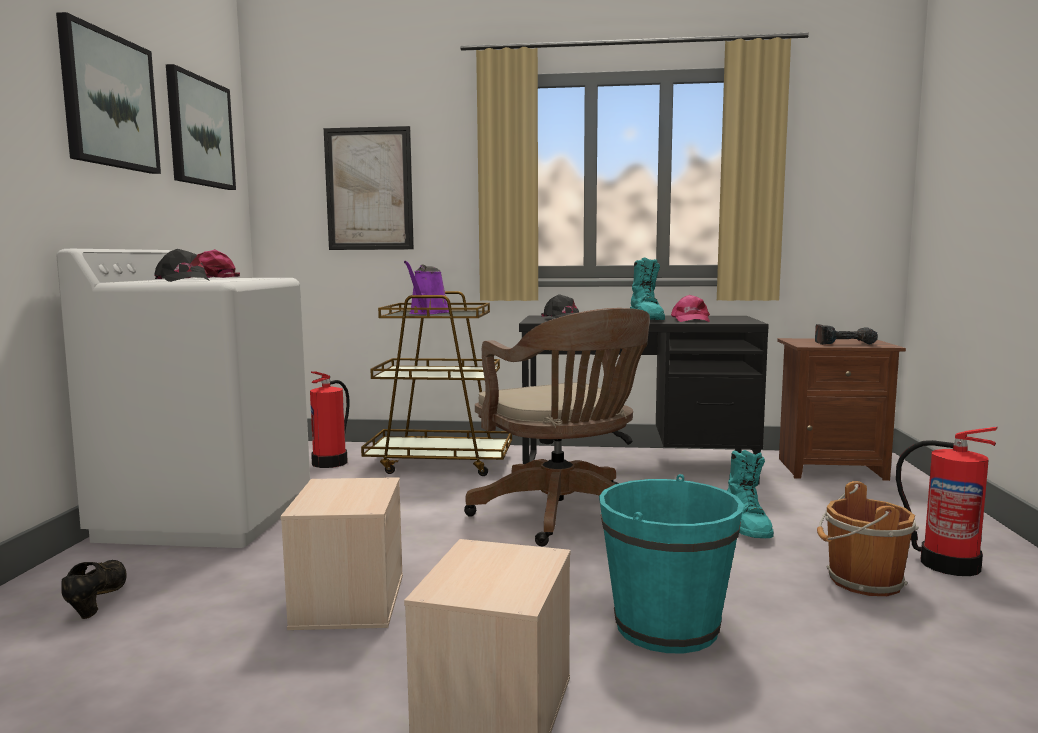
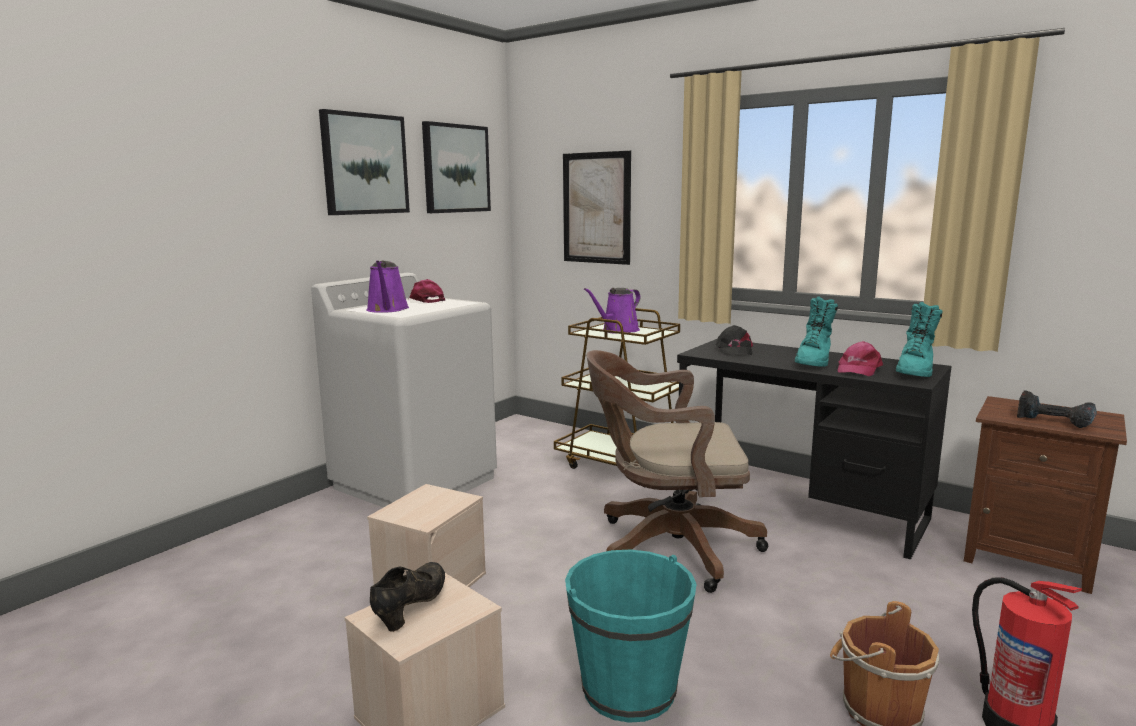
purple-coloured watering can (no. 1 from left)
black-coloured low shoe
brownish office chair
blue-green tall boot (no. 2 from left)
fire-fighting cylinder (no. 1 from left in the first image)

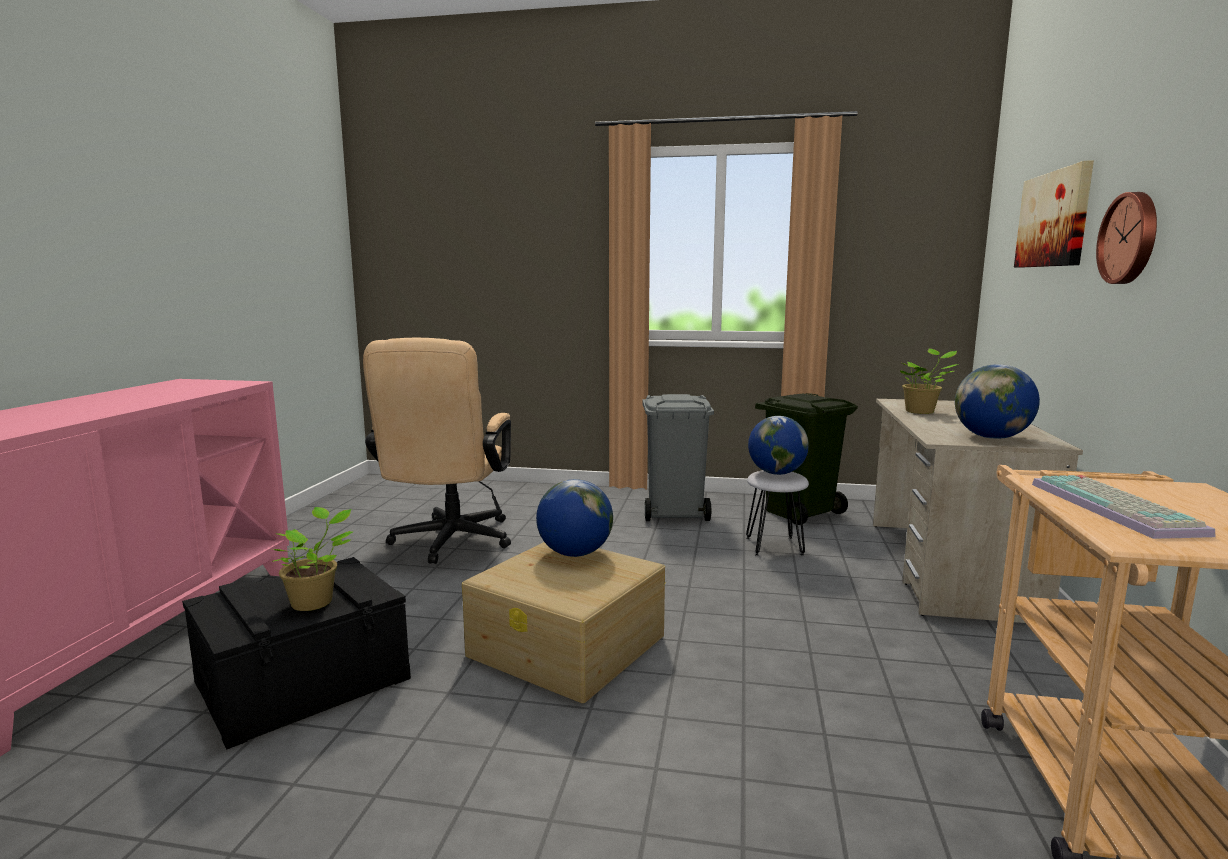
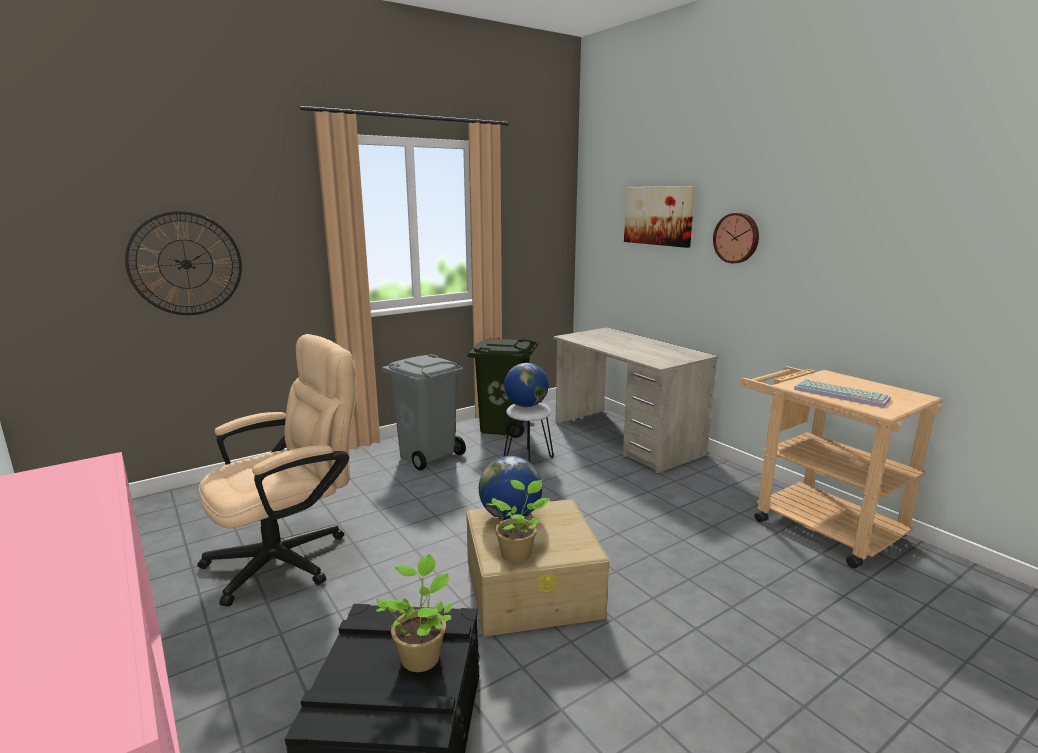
clock on the wall (no. 1 from left)
sand-coloured office chair
plant in a pot (no. 2 from left)
globe (no. 3 from left in the first image)

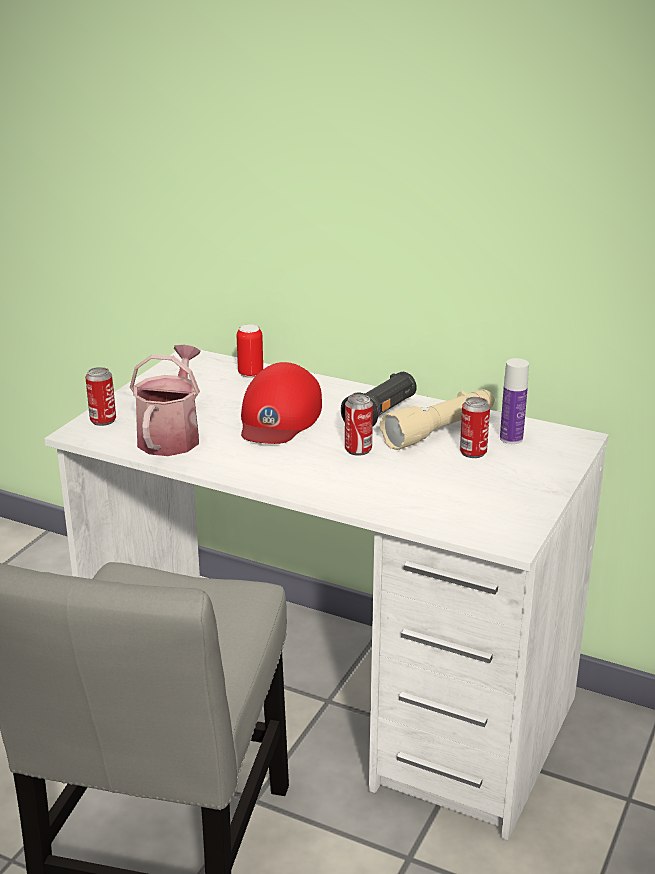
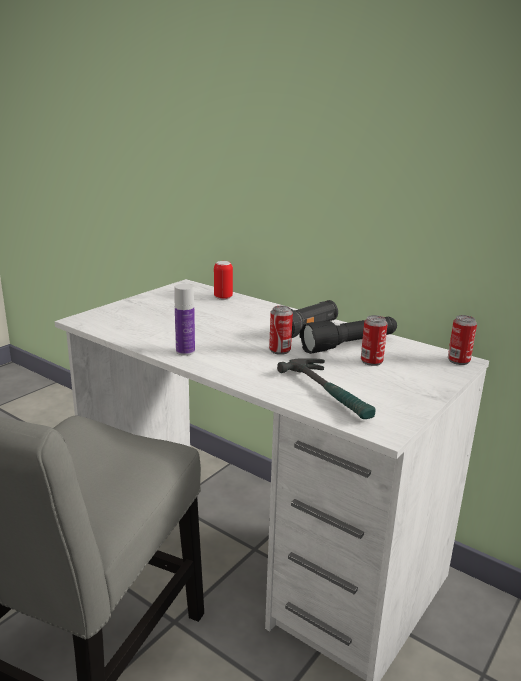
bottle
hand hammer
black-coloured flashlight (no. 2 from left)
metal can (no. 4 from left)
watering can
red-coloured cap

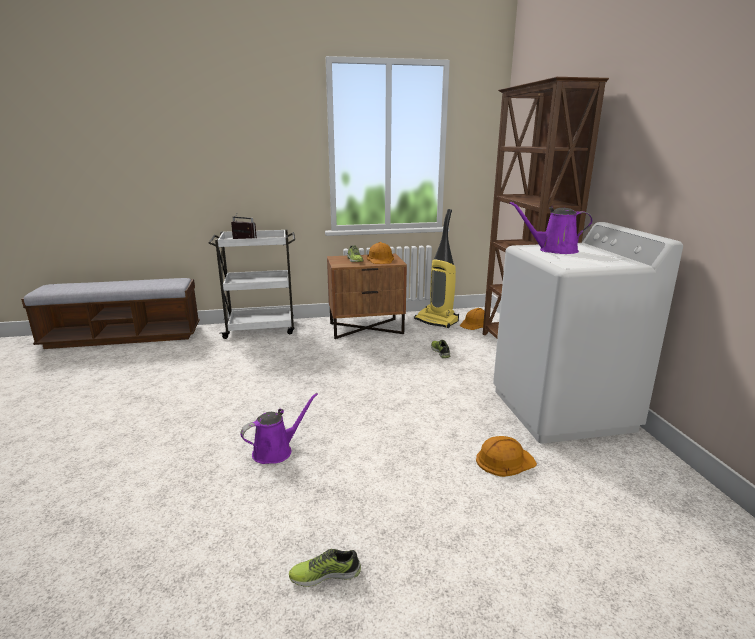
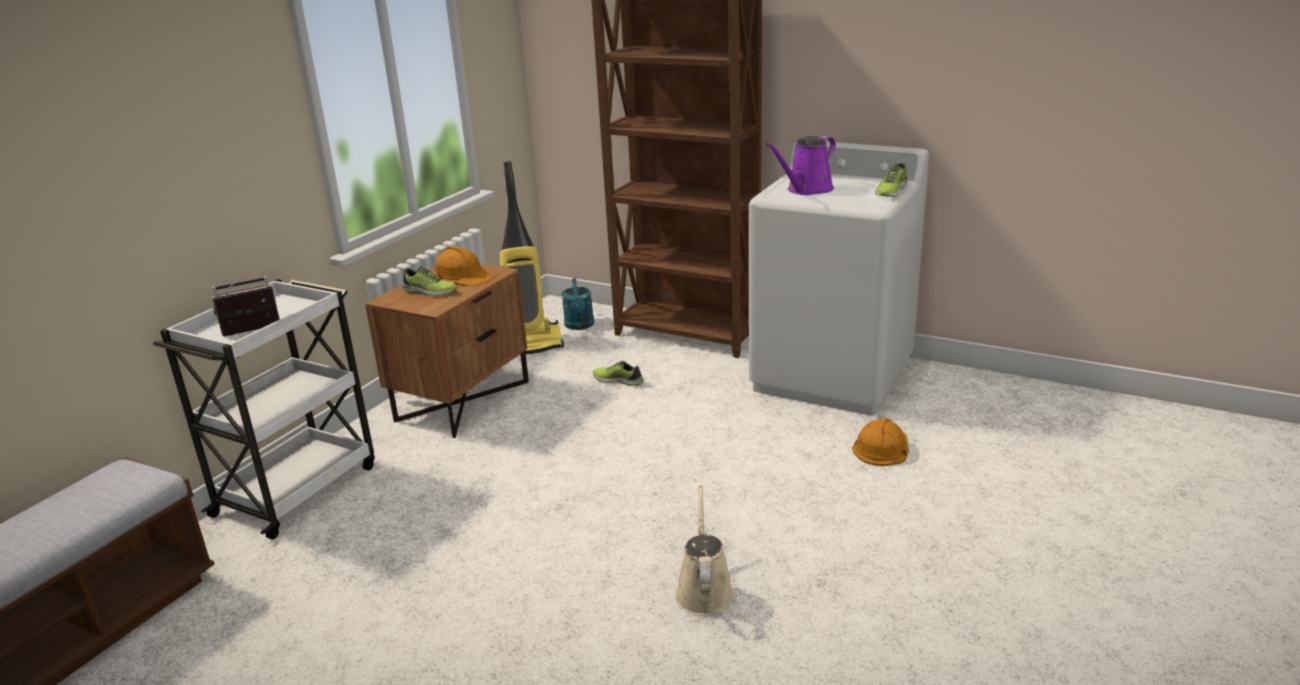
blue-green watering can
sand-coloured watering can
low shoe (no. 3 from left)

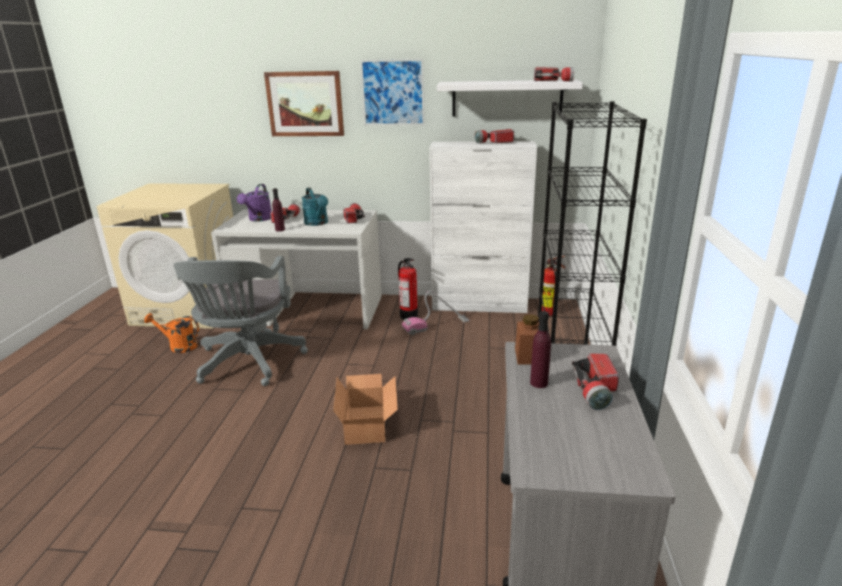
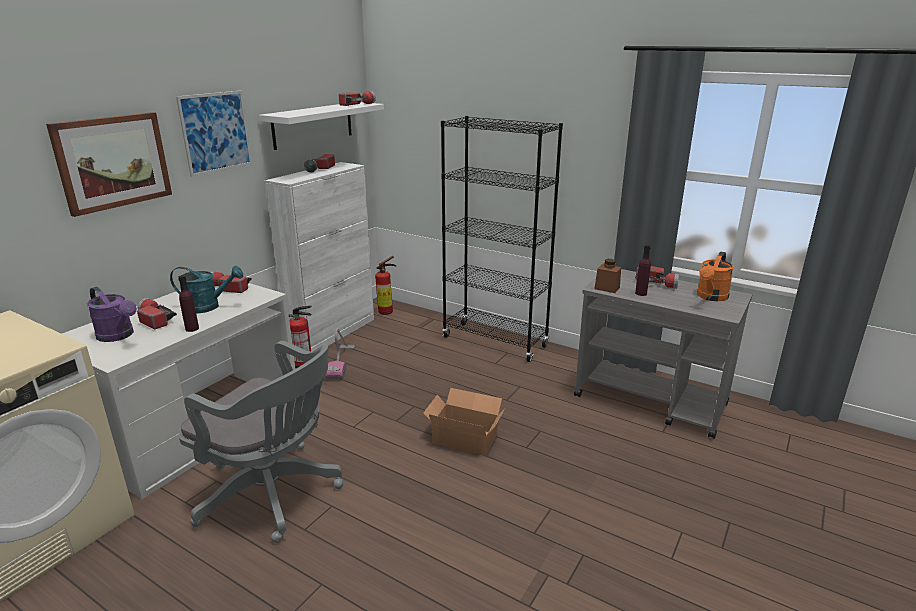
orange-coloured watering can

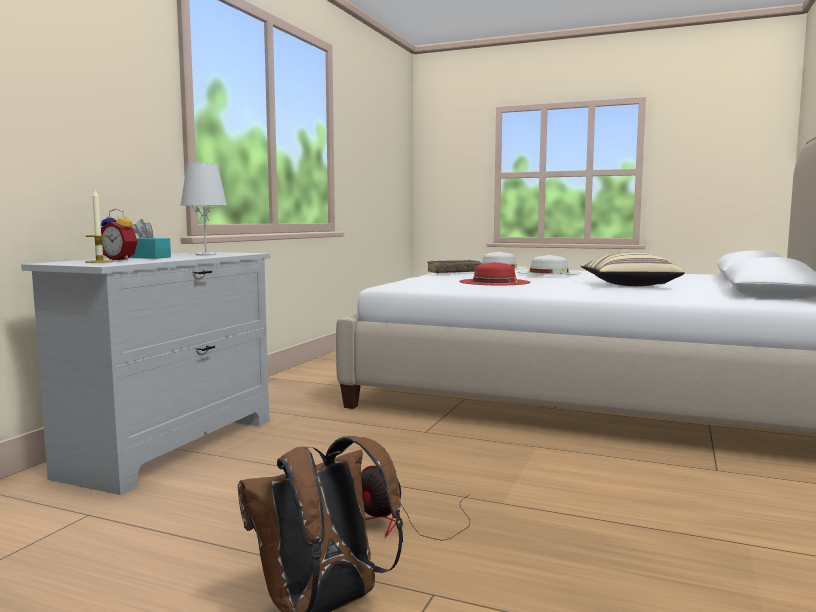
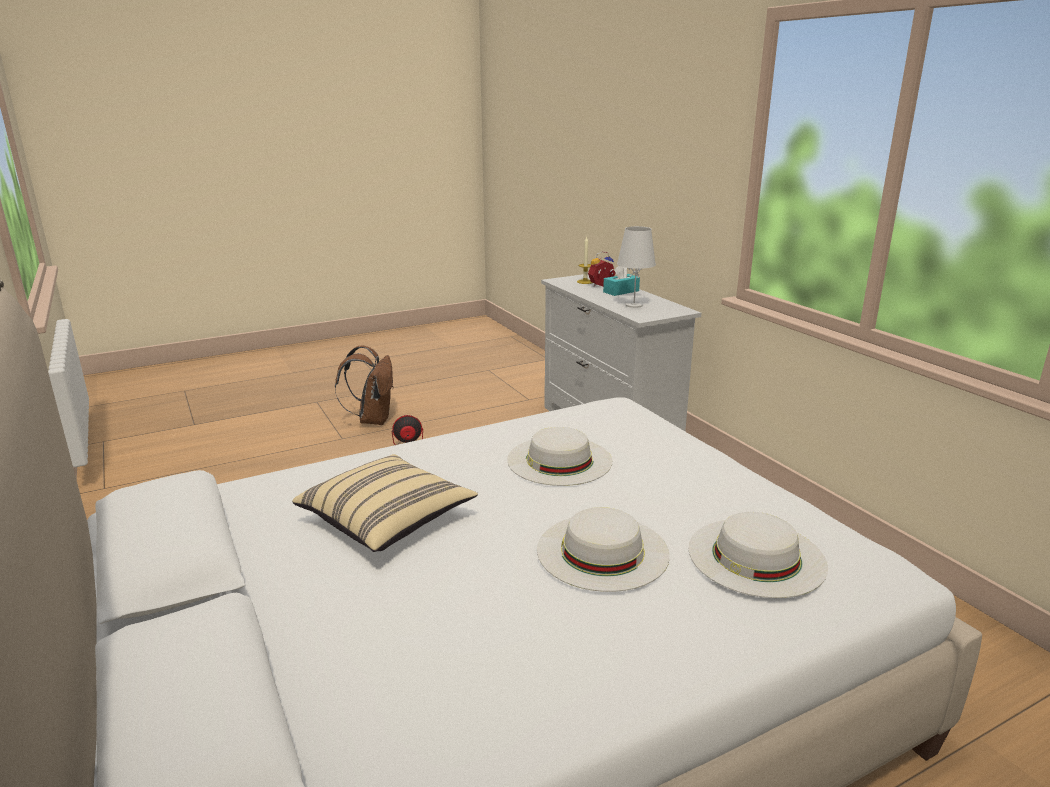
white hat (no. 1 from left)
brownish book

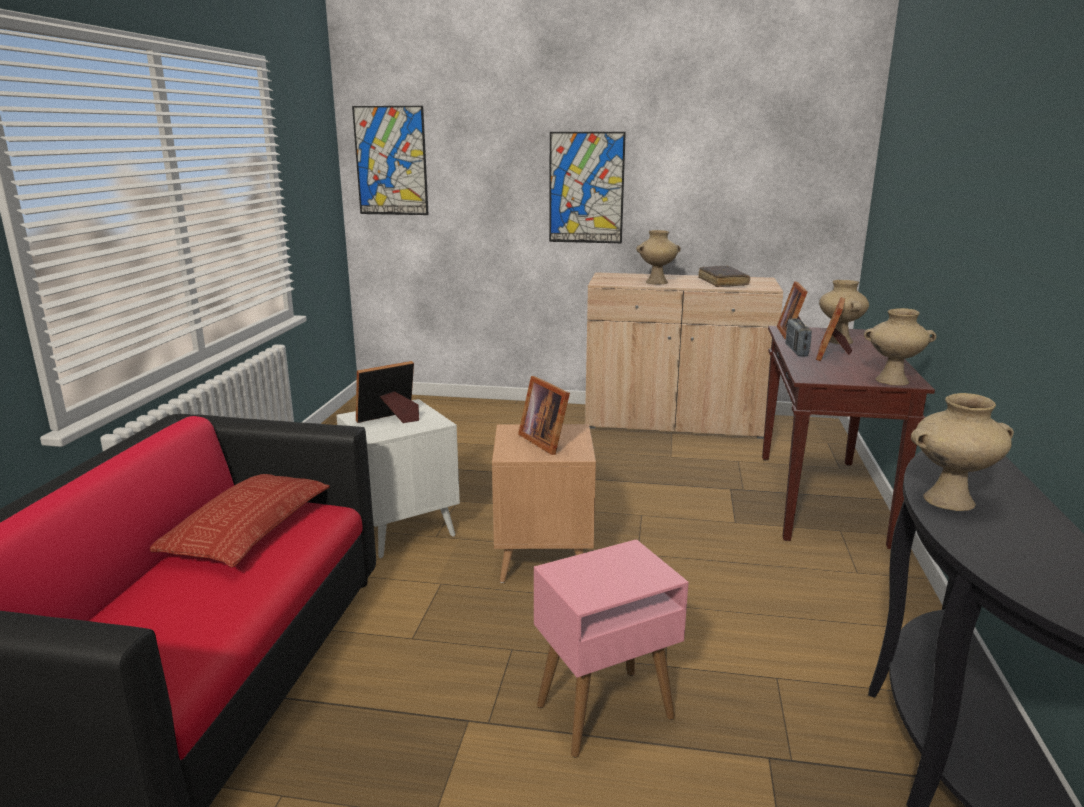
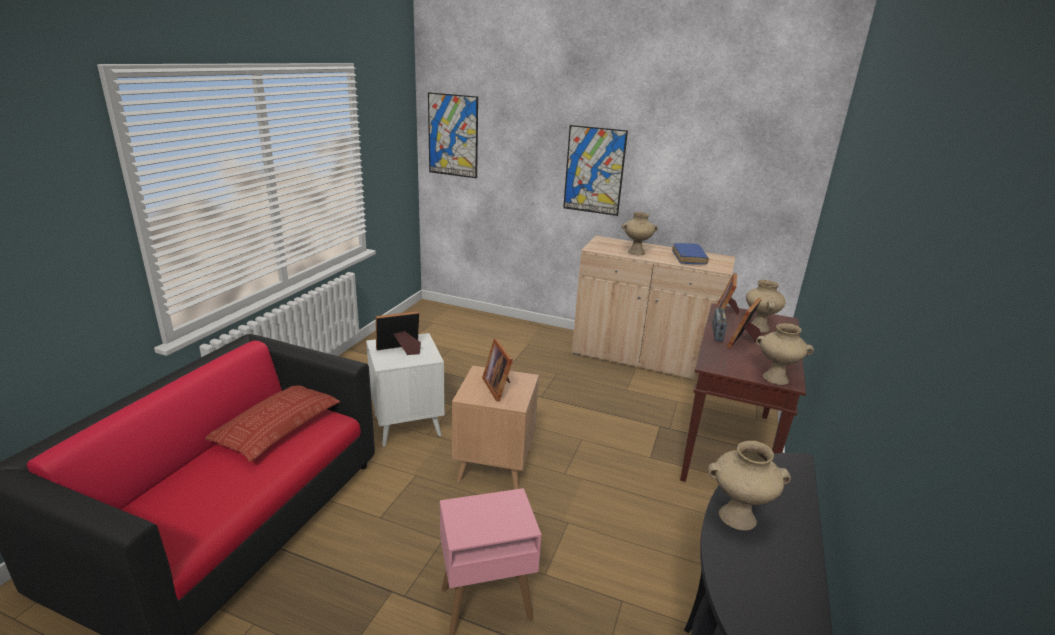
bluish book

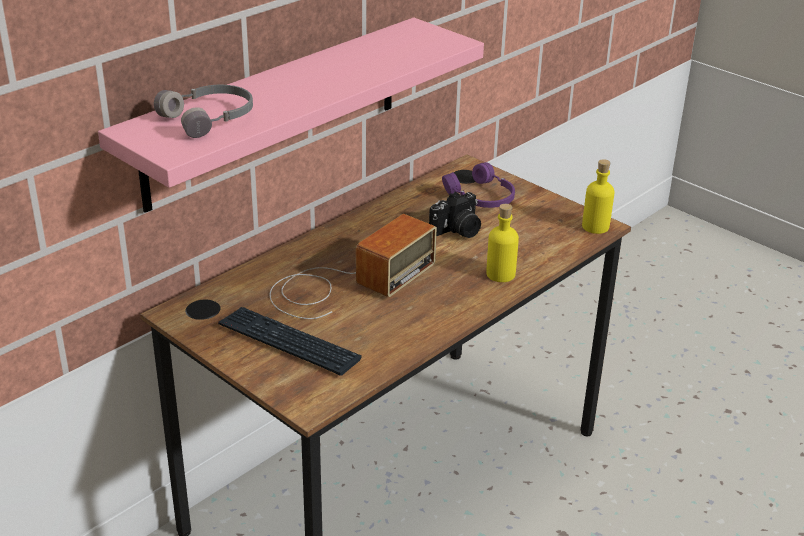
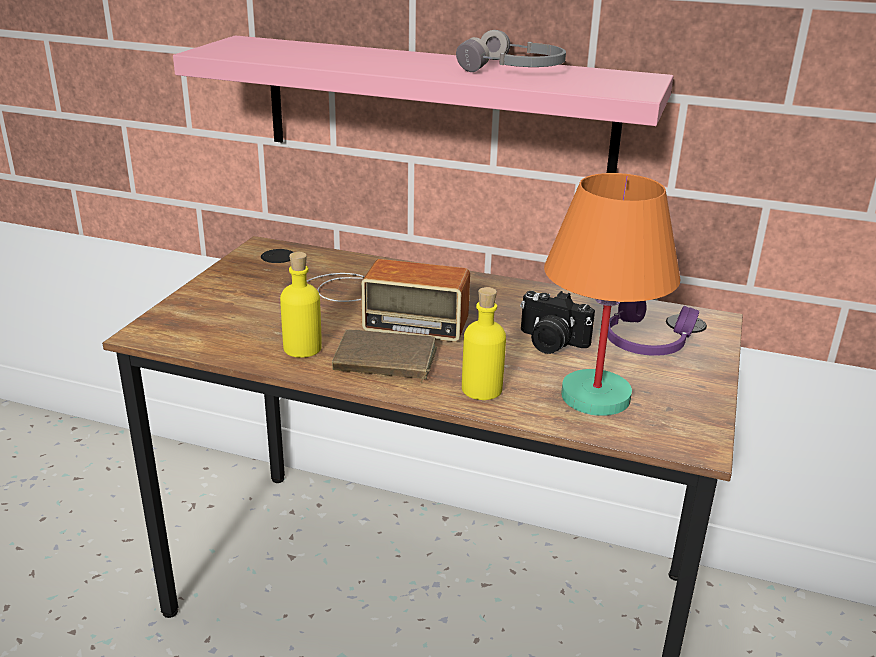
yellowish bottle (no. 1 from left)
brownish book
grey pair of headphones
orange-coloured tabletop lamp
PC keyboard

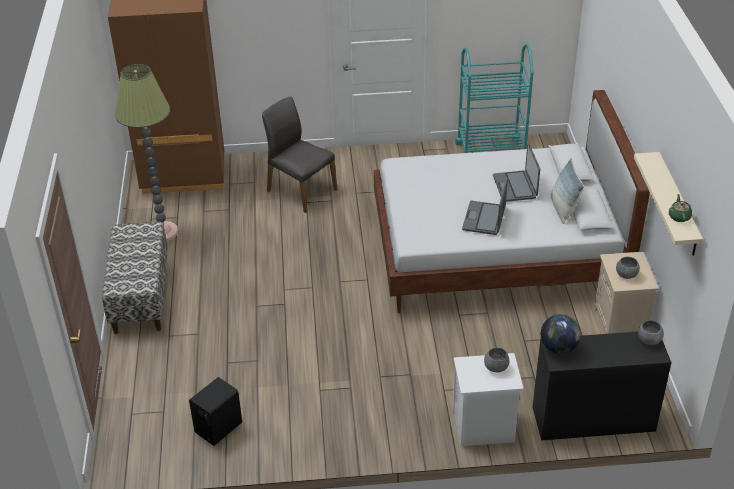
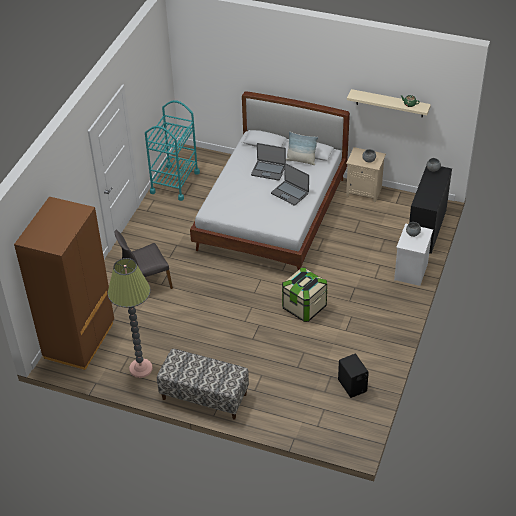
storage box
globe

